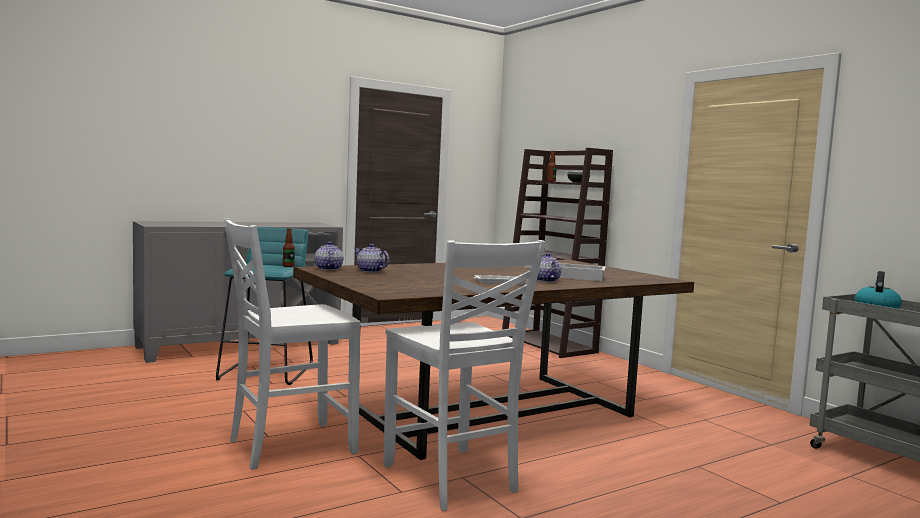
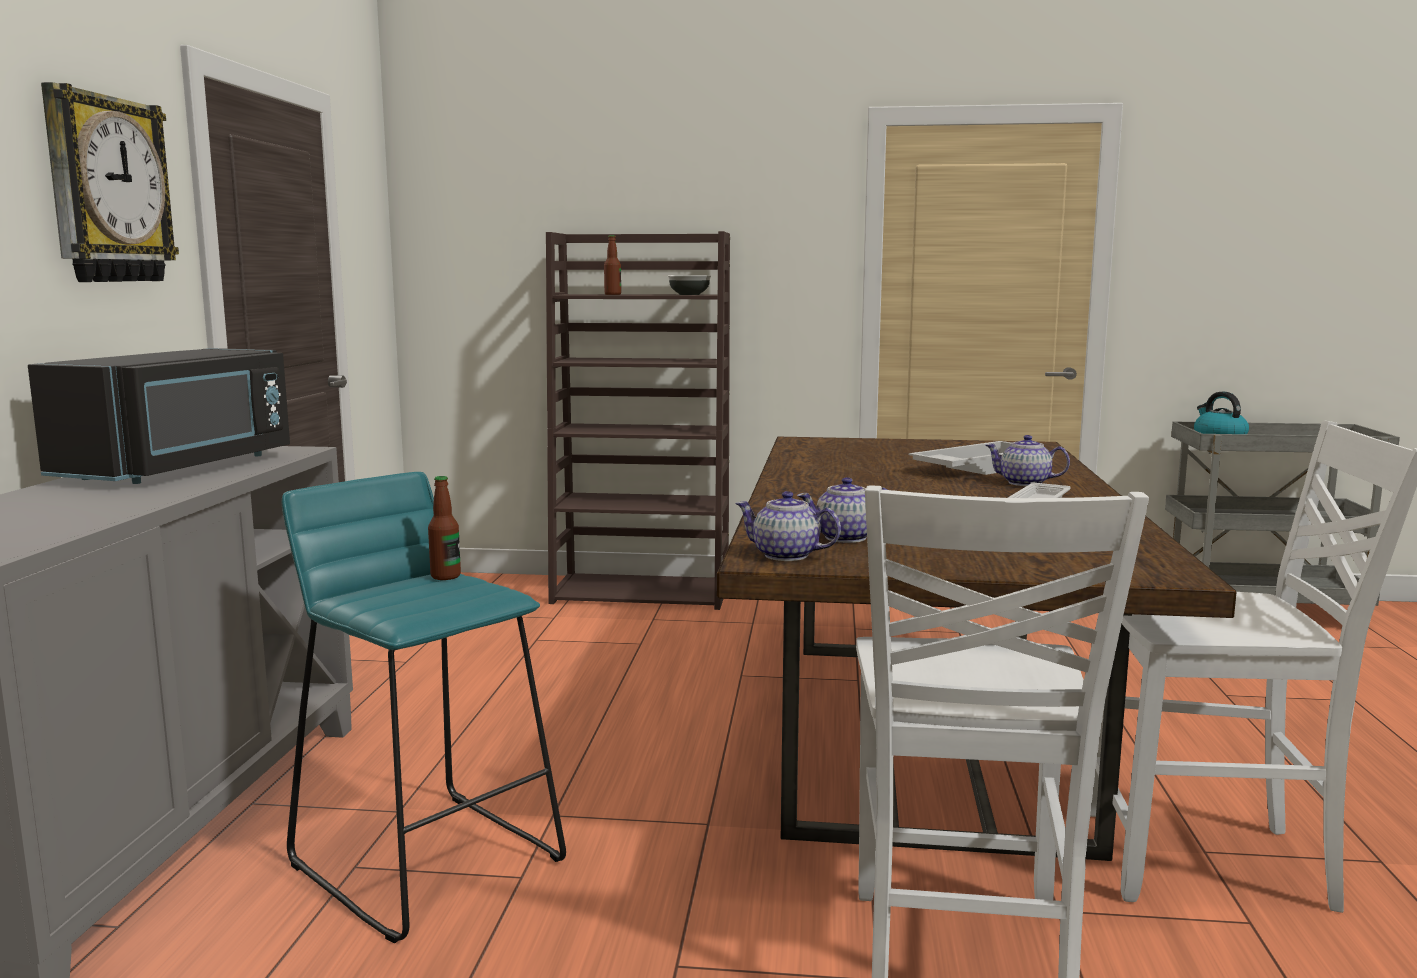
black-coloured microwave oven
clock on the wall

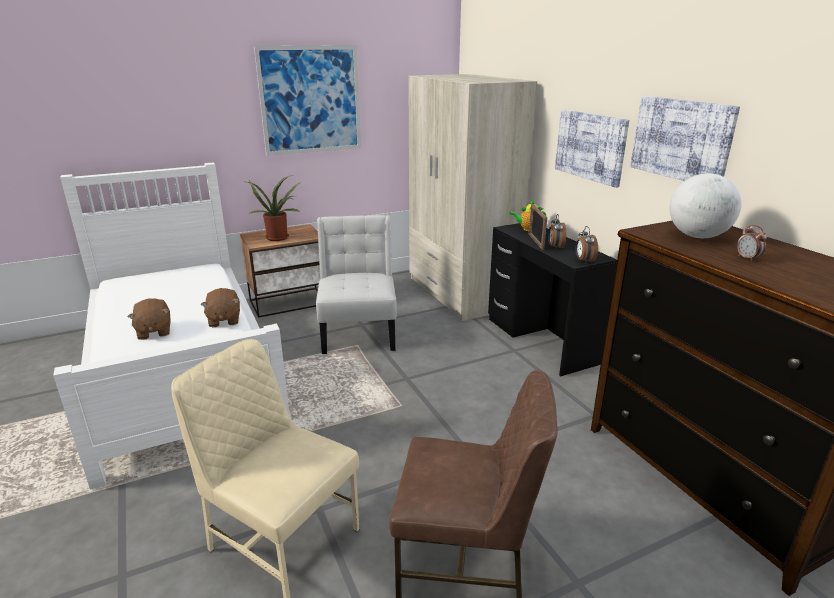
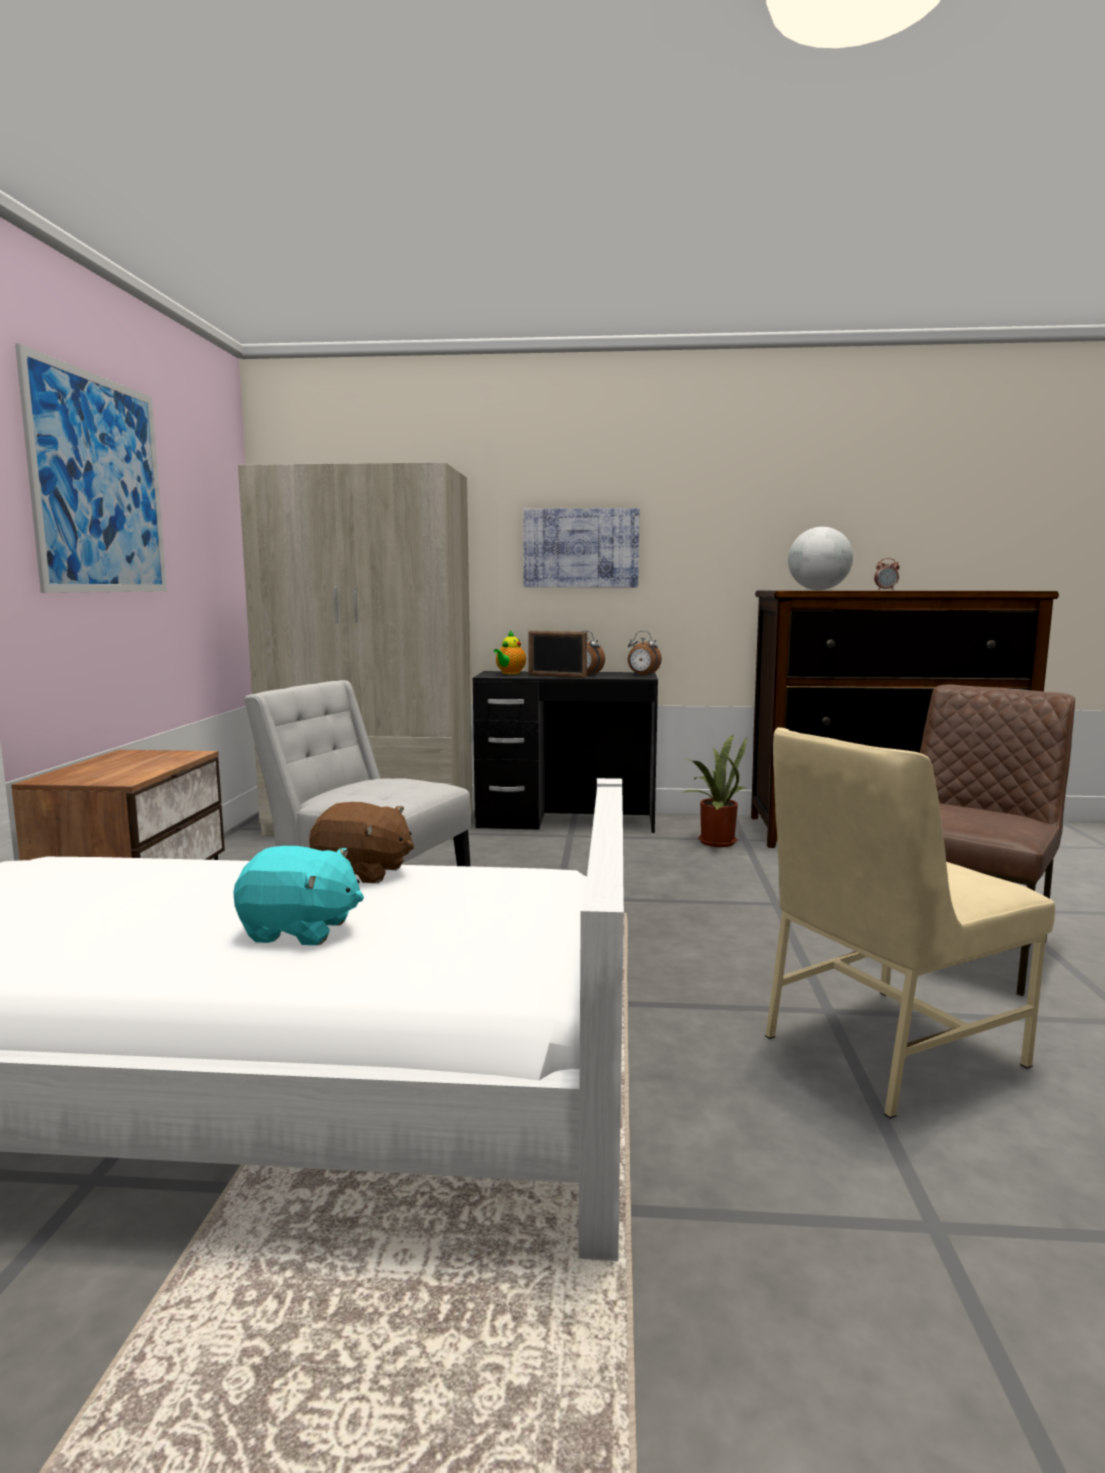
blue-green plush toy
plant in a pot
wall picture (no. 3 from left in the first image)

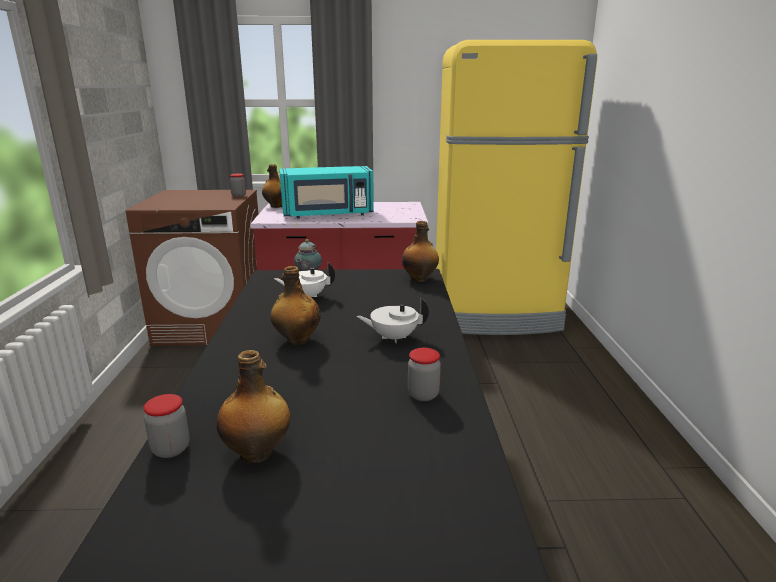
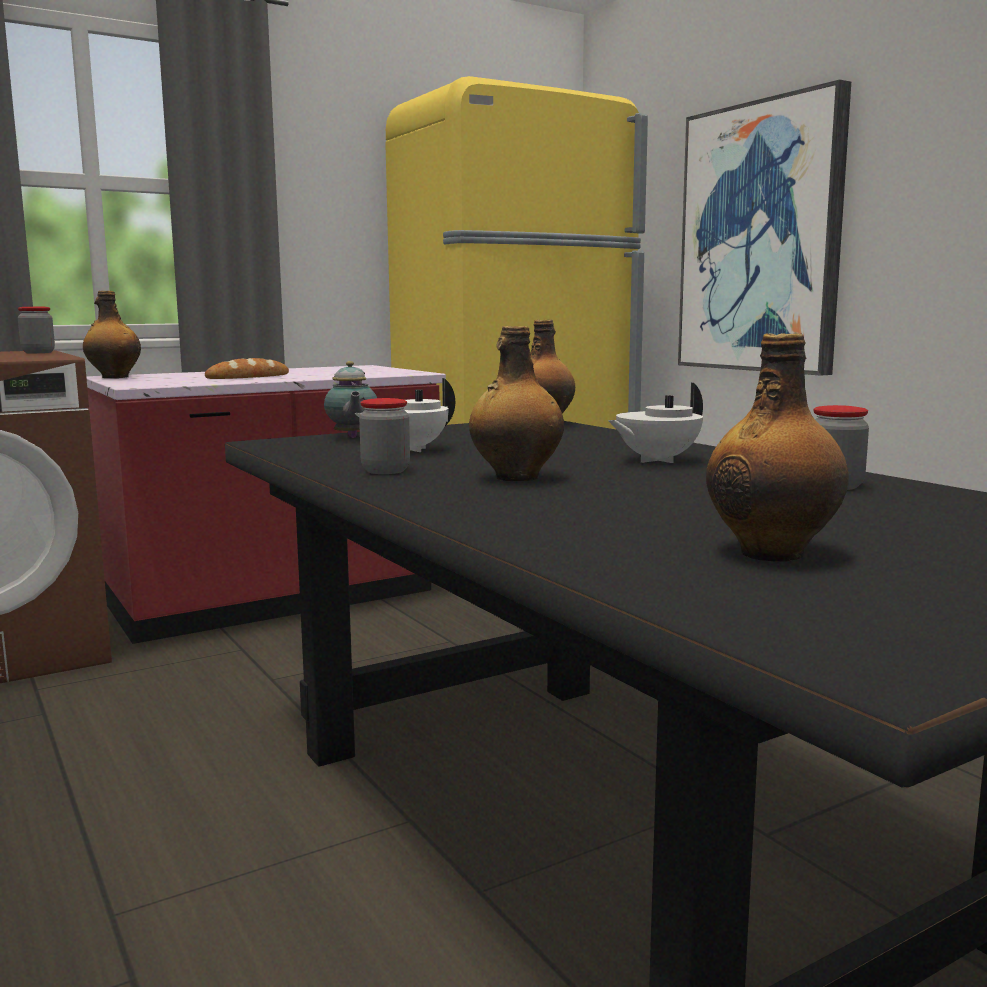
baked bread
preserve jar (no. 2 from left)
wall picture

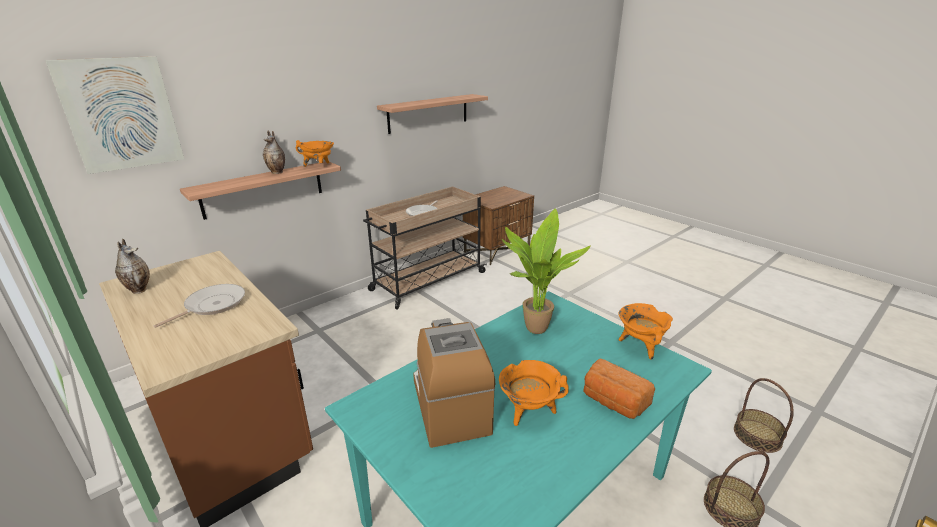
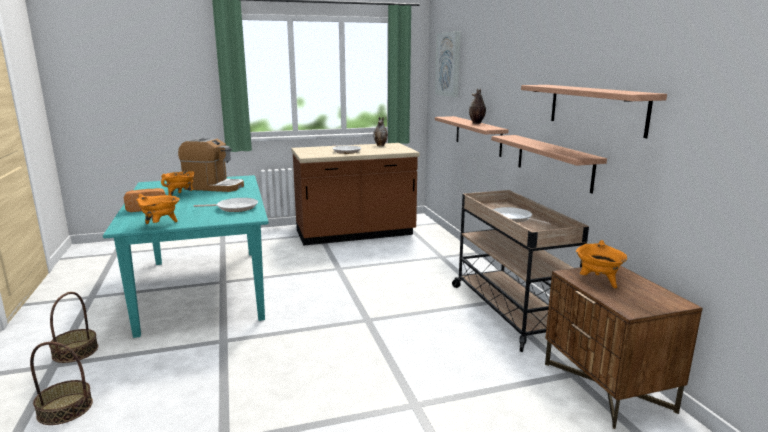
frying pan (no. 1 from left)
shelf (no. 2 from left)
orange-coloured stockpot (no. 3 from left)

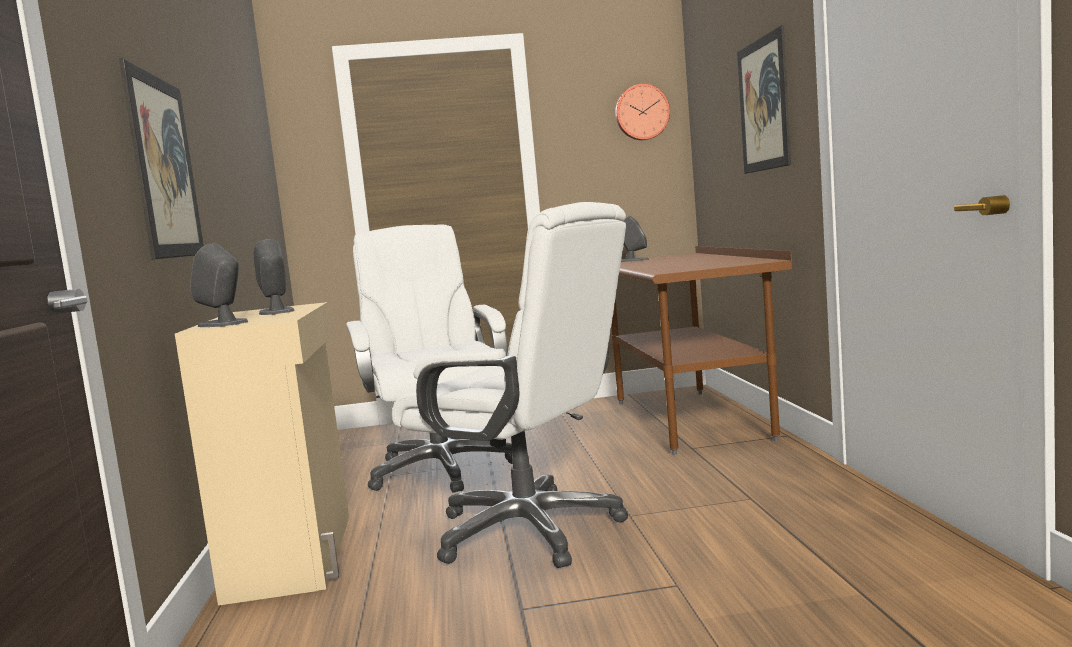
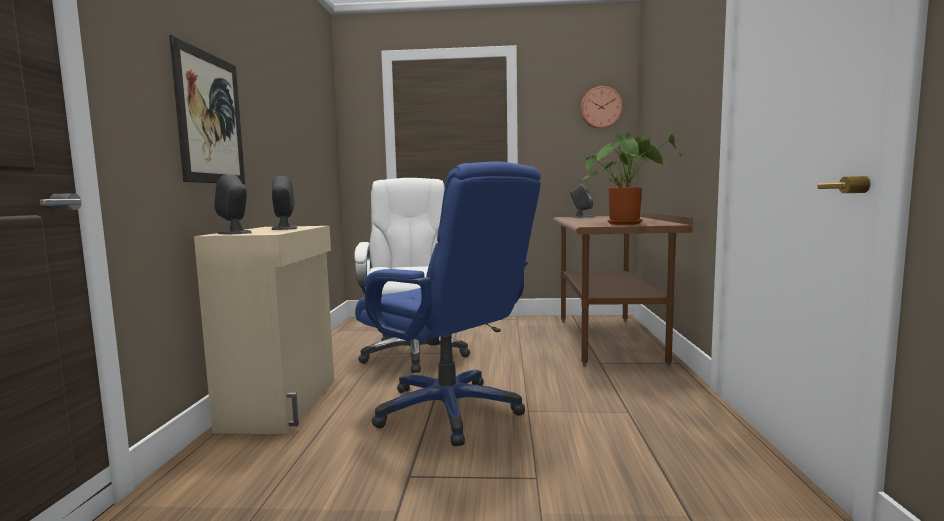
bluish office chair
plant in a pot
wall picture (no. 2 from left in the first image)

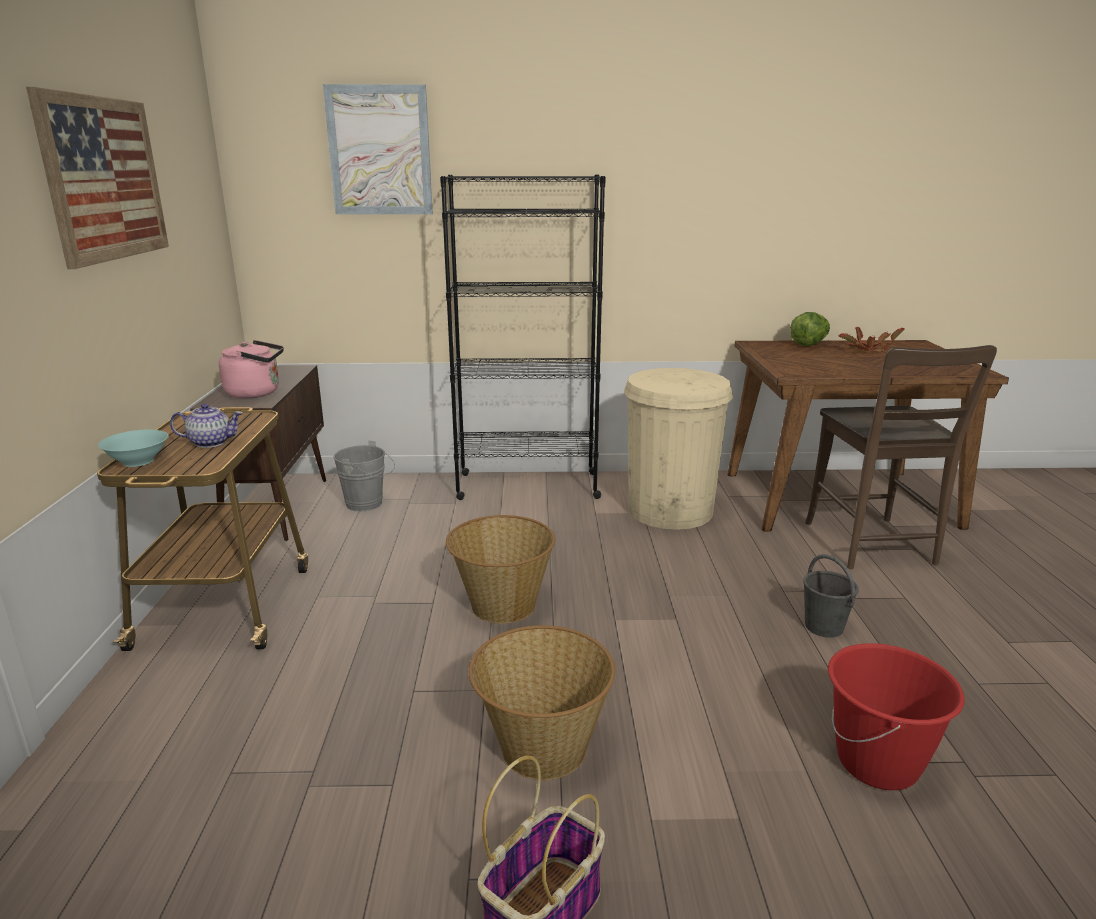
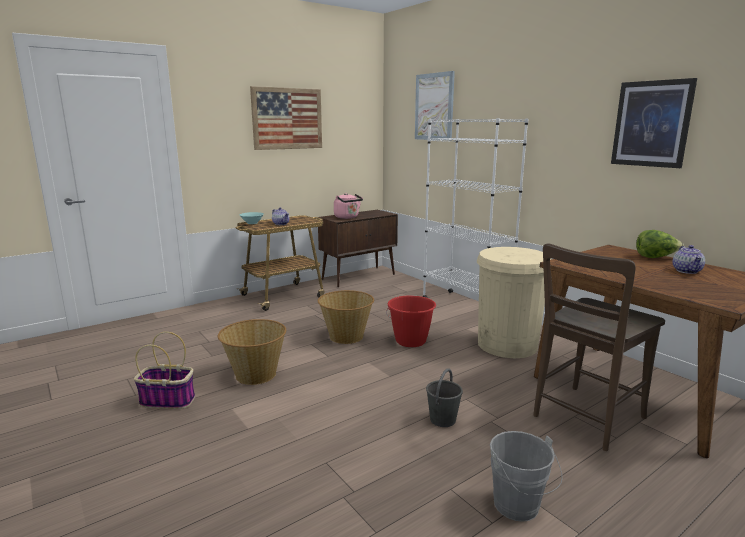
red-coloured bucket
white bookshelf
grey bucket (no. 2 from left)
wall picture (no. 3 from left)
pot for tea (no. 2 from left)

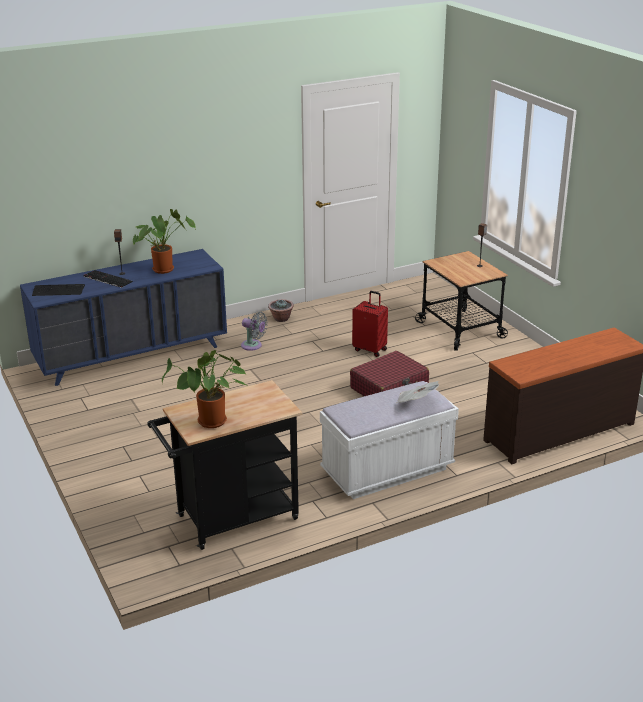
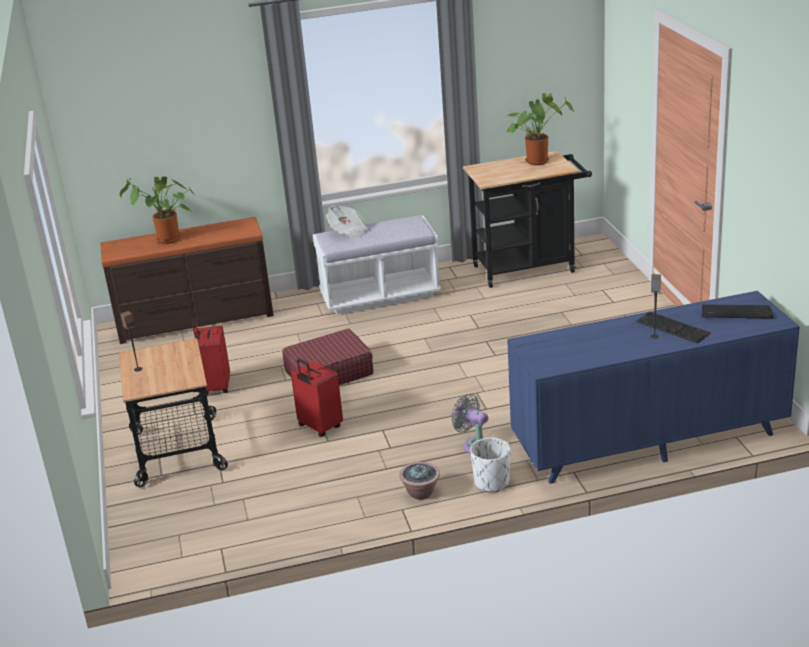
plant in a pot (no. 1 from left)
red-coloured travel case (no. 1 from left)
white flower pot

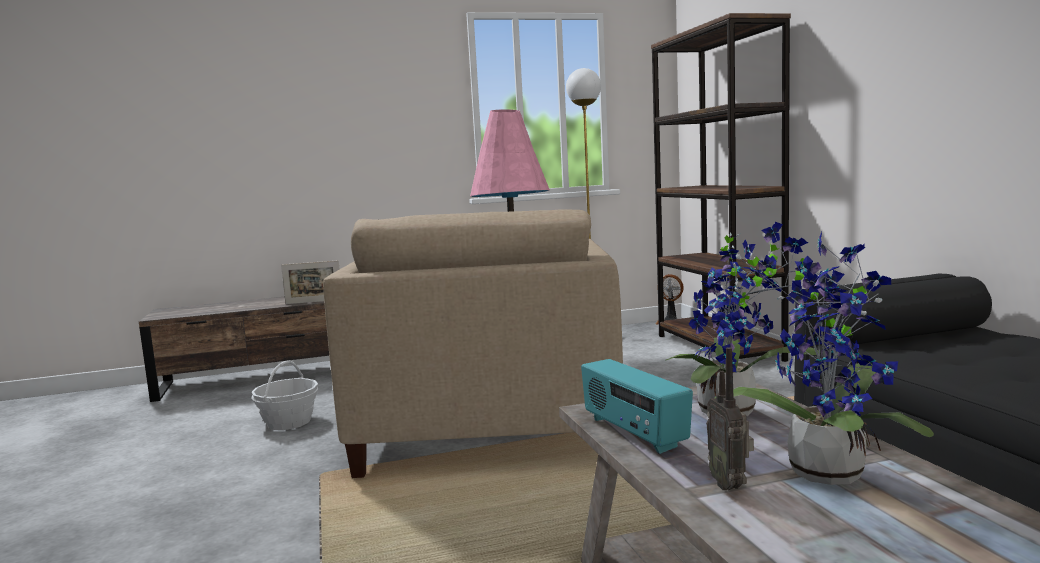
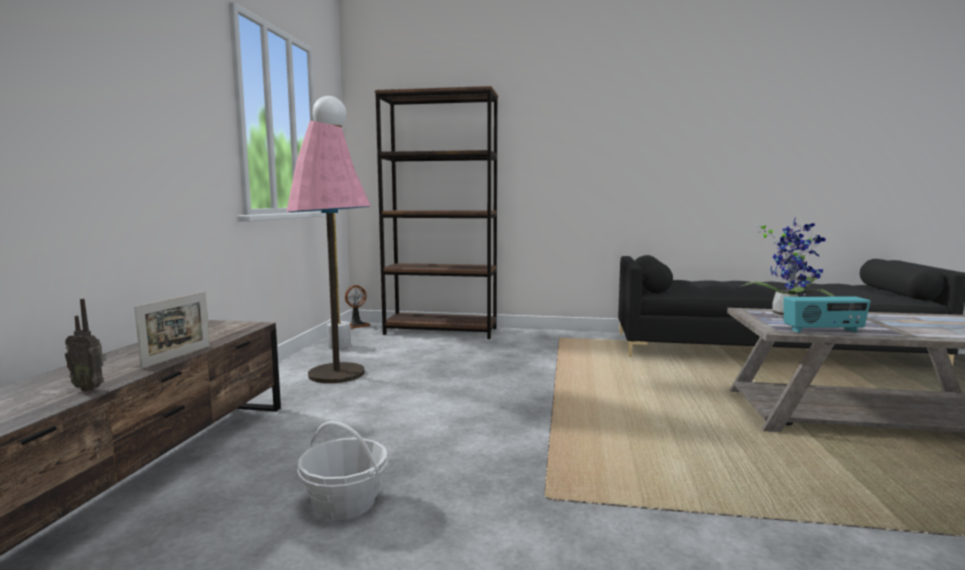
radio receiver (no. 1 from left)
sand-coloured easy chair
plant in a pot (no. 2 from left in the first image)

